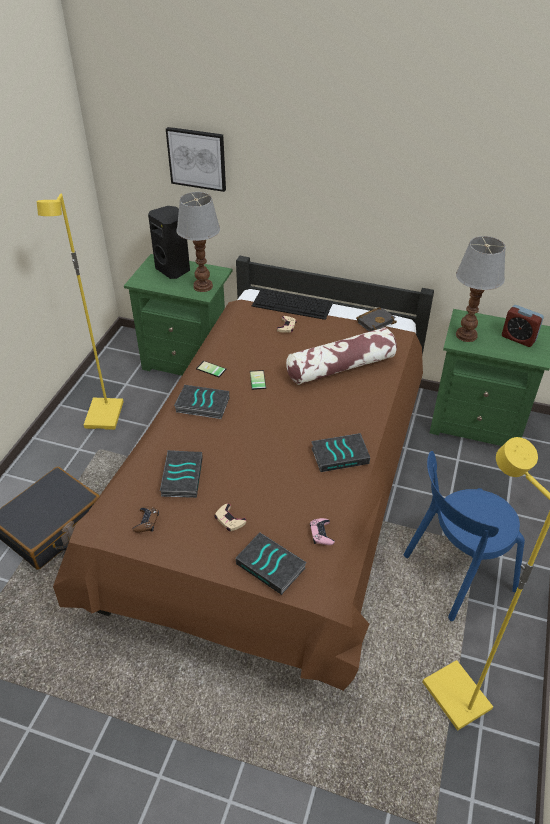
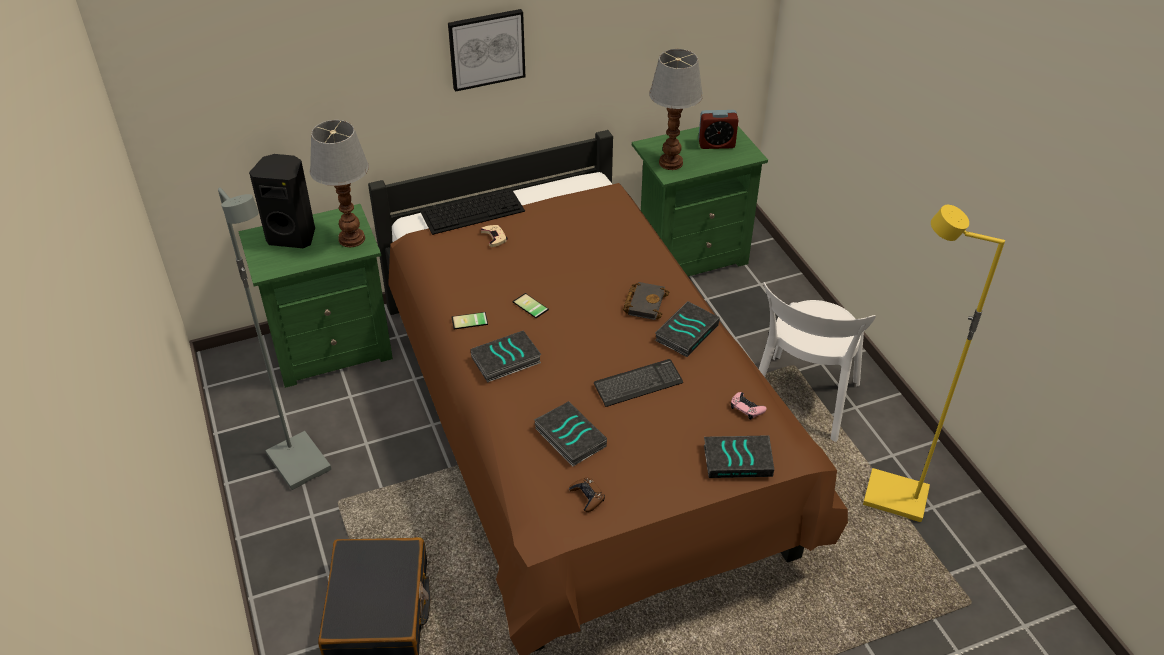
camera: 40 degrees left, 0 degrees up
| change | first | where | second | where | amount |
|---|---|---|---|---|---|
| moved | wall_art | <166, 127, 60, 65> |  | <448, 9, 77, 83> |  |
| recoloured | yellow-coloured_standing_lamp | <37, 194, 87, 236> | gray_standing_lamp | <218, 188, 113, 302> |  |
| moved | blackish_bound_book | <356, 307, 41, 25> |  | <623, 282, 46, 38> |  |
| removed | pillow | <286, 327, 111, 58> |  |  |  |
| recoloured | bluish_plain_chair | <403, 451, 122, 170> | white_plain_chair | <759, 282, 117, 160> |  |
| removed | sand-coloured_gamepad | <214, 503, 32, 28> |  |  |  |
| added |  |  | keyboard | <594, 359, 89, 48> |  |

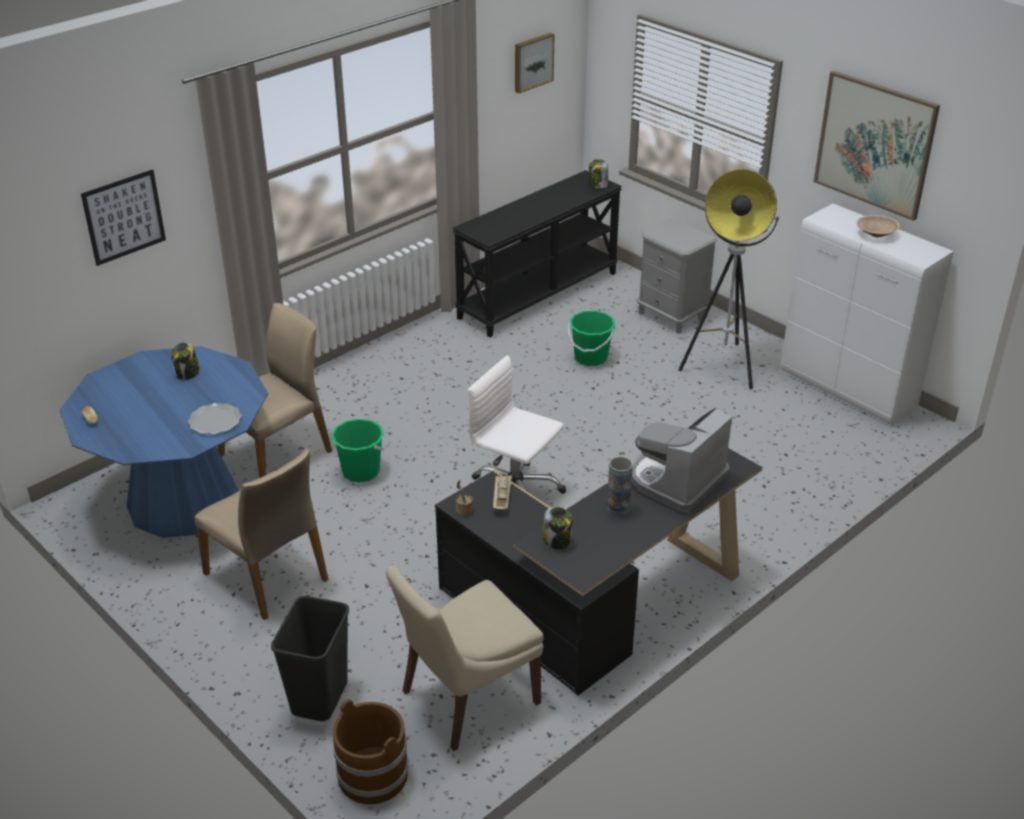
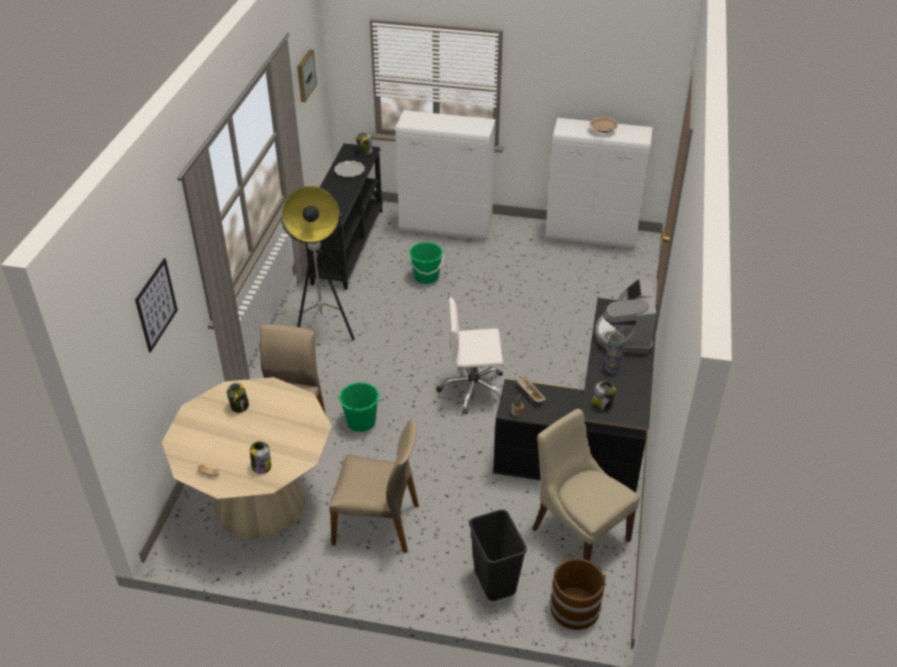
camera: 35 degrees left, 5 degrees up
| change | first | where | second | where | amount |
|---|---|---|---|---|---|
| removed | wall_art | <814, 71, 126, 150> |  |  |  |
| moved | standing_lamp | <678, 169, 101, 221> |  | <281, 186, 74, 154> |  |
| replaced | gray_bedside_table | <637, 218, 80, 115> | white_cabinet | <396, 110, 100, 130> |  |
| recoloured | bluish_dining_table | <59, 346, 209, 192> | sand-coloured_dining_table | <162, 377, 170, 163> |  |
| moved | plate | <188, 403, 54, 31> |  | <334, 161, 31, 16> |  |
| turned | sand-coloured_plain_chair | <386, 565, 157, 186> |  | <532, 409, 108, 152> | 120 degrees clockwise |
| added |  |  | jar | <250, 441, 21, 33> |  |

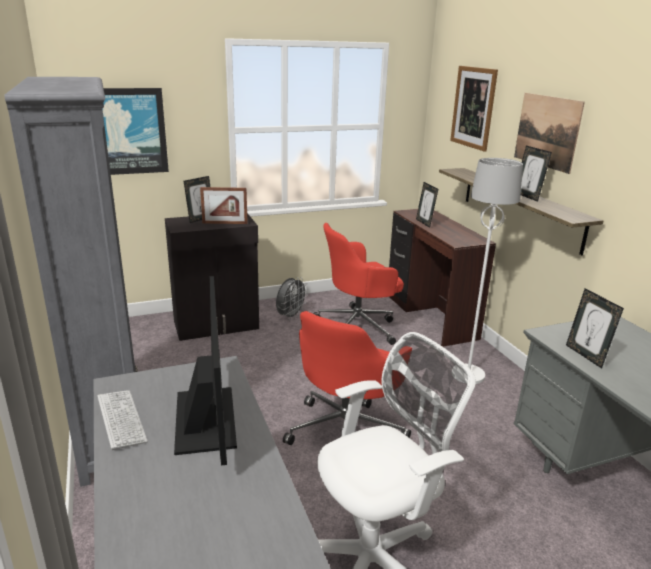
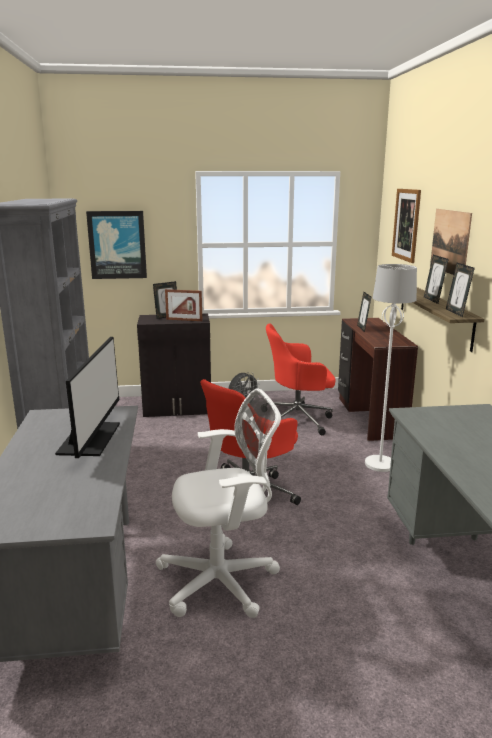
camera: 15 degrees right, 5 degrees down
| change | first | where | second | where | amount |
|---|---|---|---|---|---|
| moved | picture_frame | <566, 288, 58, 80> |  | <446, 263, 29, 54> |  |
| removed | keyboard | <97, 390, 51, 60> |  |  |  |

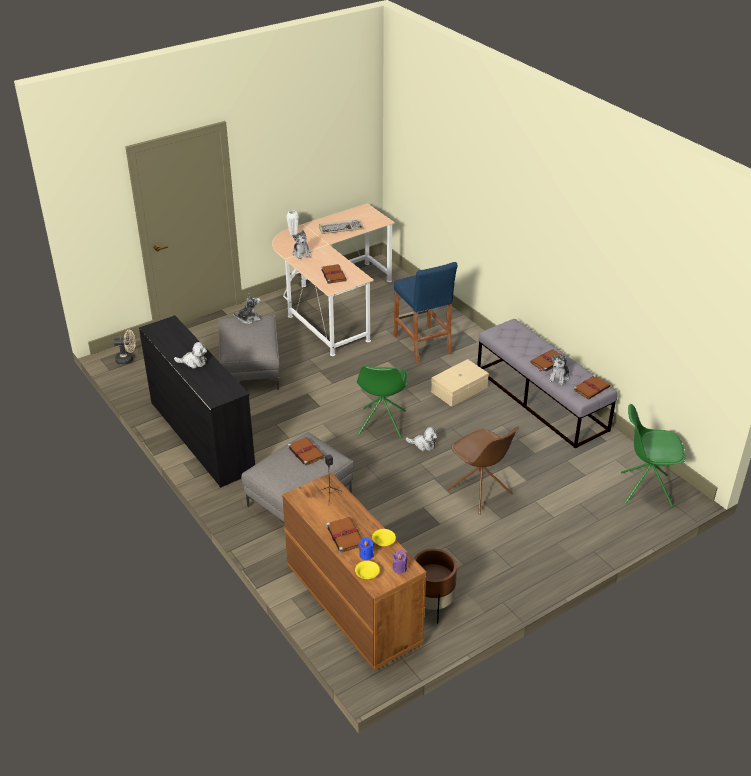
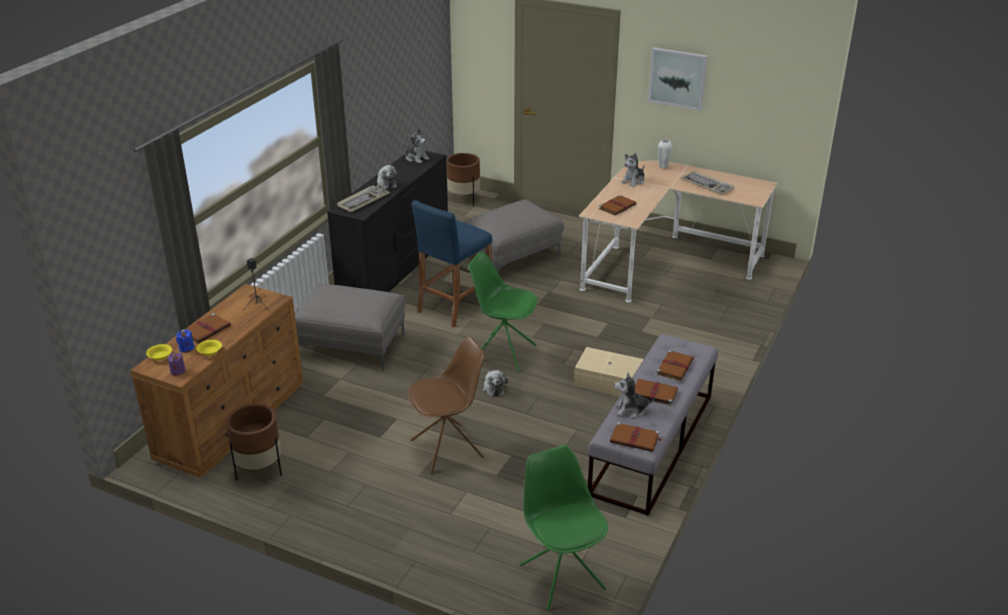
camera: 60 degrees right, 5 degrees down
| change | first | where | second | where | amount |
|---|---|---|---|---|---|
| moved | bluish_stool_seat | <394, 262, 64, 101> |  | <412, 200, 80, 127> |  |
| moved | cuddly_toy | <233, 293, 28, 31> |  | <403, 129, 26, 34> |  |
| replaced | sand-coloured_cooling_fan | <113, 330, 23, 35> | brown-coloured_flower_pot | <447, 153, 33, 54> |  |
| turned | green_plain_chair | <357, 366, 51, 72> |  | <468, 252, 69, 119> | 45 degrees clockwise |
| turned | brown-coloured_plain_chair | <447, 426, 72, 89> |  | <408, 337, 77, 136> | 135 degrees counterclockwise |
| moved | brown-coloured_bound_book | <288, 437, 37, 29> |  | <656, 350, 38, 31> |  |
| added |  |  | wall_art | <648, 47, 59, 64> |  |
| added |  |  | keyboard | <337, 185, 53, 27> |  |

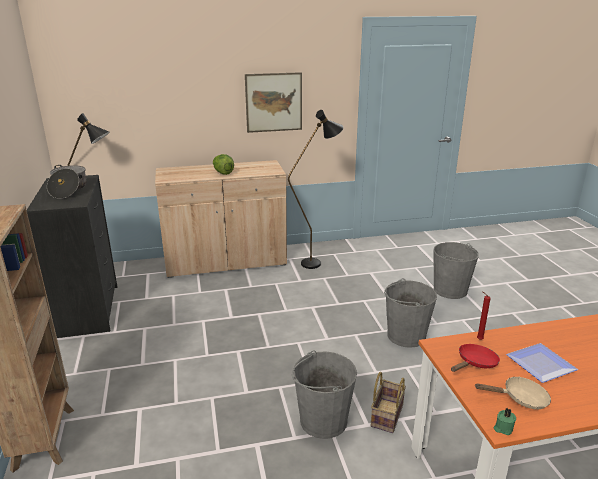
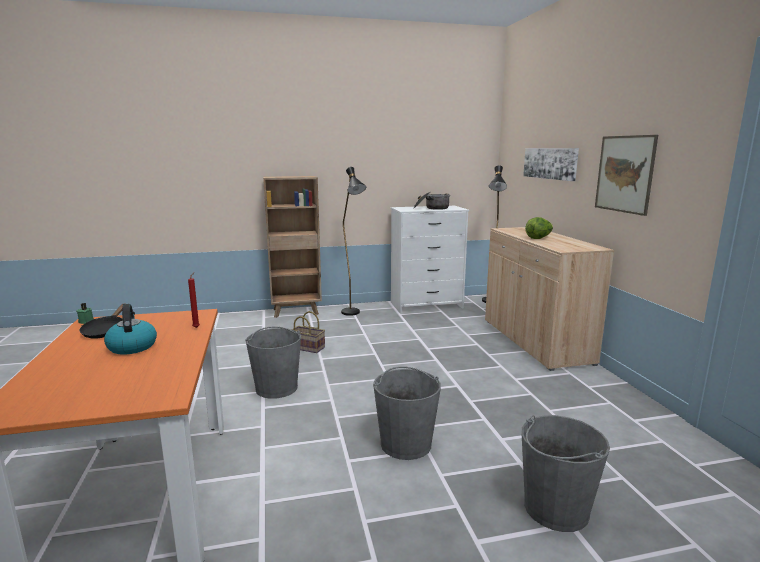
camera: 90 degrees right, 10 degrees down
| change | first | where | second | where | amount |
|---|---|---|---|---|---|
| moved | blackish_standing_lamp | <288, 110, 56, 159> |  | <341, 167, 25, 149> |  |
| recoloured | blackish_dresser | <27, 175, 90, 163> | white_dresser | <391, 206, 78, 107> |  |
| replaced | plate | <506, 343, 72, 40> | kettle | <104, 304, 53, 50> |  |
| removed | red_frying_pan | <451, 344, 49, 28> |  |  |  |
| moved | storage_basket | <371, 372, 35, 61> |  | <292, 311, 33, 42> |  |
| recoloured | sand-coloured_frying_pan | <475, 376, 76, 33> | blackish_frying_pan | <79, 303, 47, 36> |  |
| added |  |  | wall_art | <523, 148, 56, 33> |  |

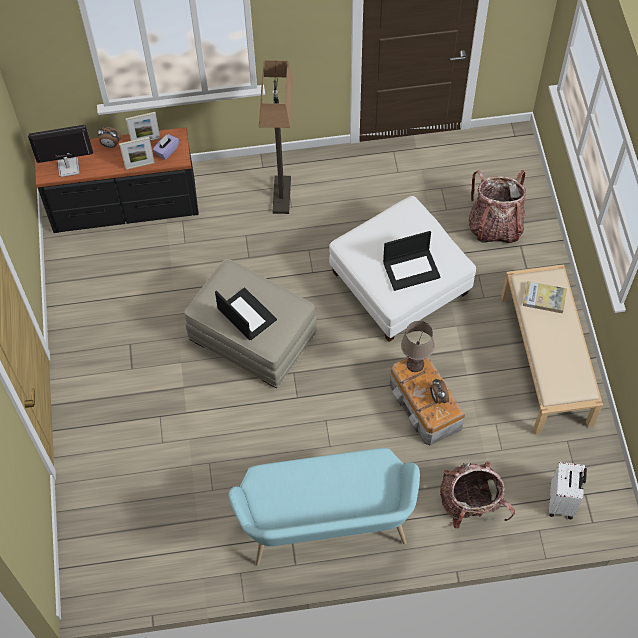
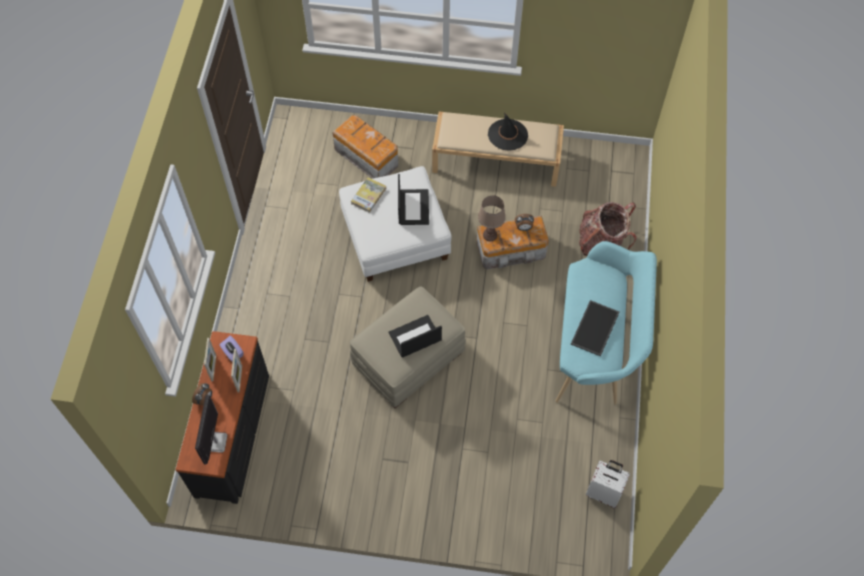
camera: 75 degrees left, 0 degrees up
| change | first | where | second | where | amount |
|---|---|---|---|---|---|
| removed | standing_lamp | <259, 60, 34, 154> |  |  |  |
| replaced | knapsack | <469, 170, 57, 73> | storage_box | <332, 115, 66, 64> |  |
| moved | bound_book | <523, 281, 44, 32> |  | <351, 177, 35, 36> |  |
| moved | white_piece_of_luggage | <549, 461, 38, 58> |  | <586, 460, 44, 48> |  |
| added |  |  | blackish_clothing_hat | <488, 112, 40, 39> |  |
| added |  |  | carrying_tray | <571, 300, 49, 57> |  |

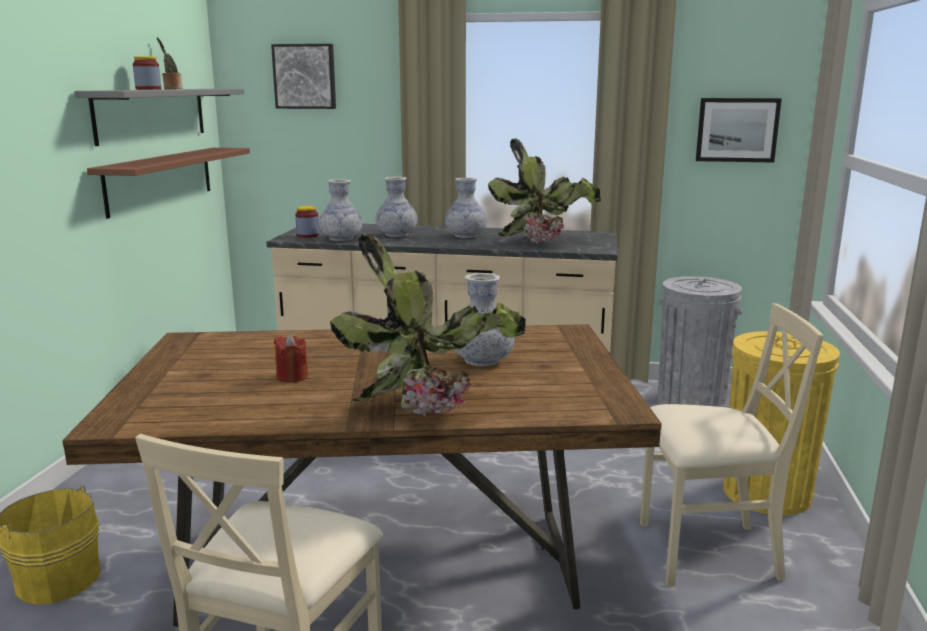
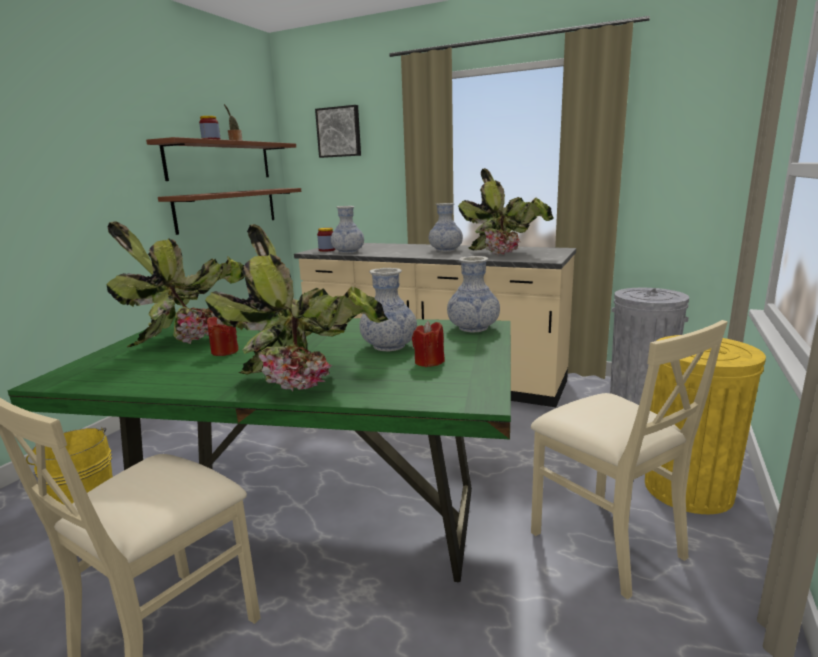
camera: 15 degrees right, 0 degrees up
| change | first | where | second | where | amount |
|---|---|---|---|---|---|
| recoloured | gray_bracket_shelf | <74, 89, 170, 57> | brown-coloured_bracket_shelf | <146, 137, 150, 44> |  |
| removed | wall_art | <696, 98, 86, 65> |  |  |  |
| moved | flower_vase | <375, 177, 42, 60> |  | <447, 256, 53, 76> |  |
| turned | sand-coloured_plain_chair | <640, 303, 184, 284> |  | <531, 320, 197, 279> | 45 degrees clockwise |
| recoloured | brown-coloured_dining_table | <62, 324, 600, 303> | green_dining_table | <7, 317, 504, 265> |  |
| added |  |  | plant_in_a_pot | <107, 221, 138, 126> |  |
| added |  |  | red_wax_candle | <412, 321, 33, 46> |  |

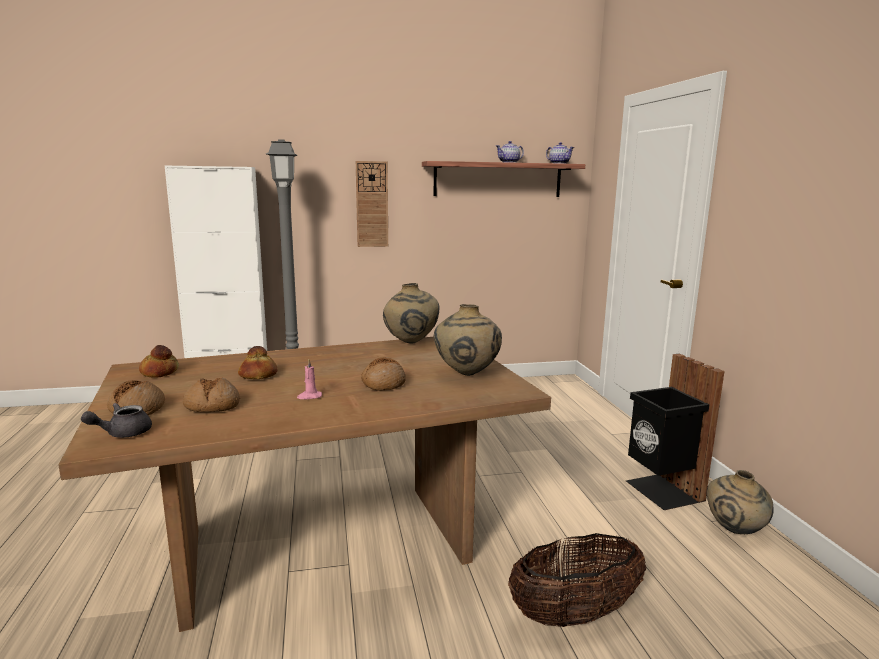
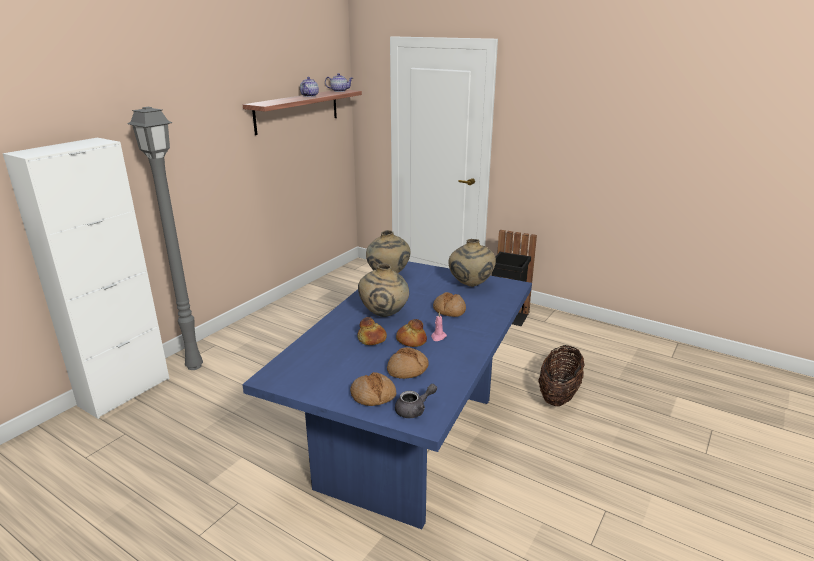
camera: 45 degrees left, 10 degrees up
| change | first | where | second | where | amount |
|---|---|---|---|---|---|
| removed | wall_clock | <356, 161, 32, 86> |  |  |  |
| recoloured | brown-coloured_dining_table | <58, 337, 493, 295> | bluish_dining_table | <242, 261, 290, 268> |  |
| moved | bakery_bread | <139, 345, 40, 32> |  | <396, 319, 31, 28> |  |
| turned | gray_teapot | <81, 403, 71, 35> |  | <395, 384, 42, 34> | 120 degrees counterclockwise |
| moved | sand-coloured_flower_vase | <707, 470, 66, 64> |  | <358, 263, 51, 54> |  |

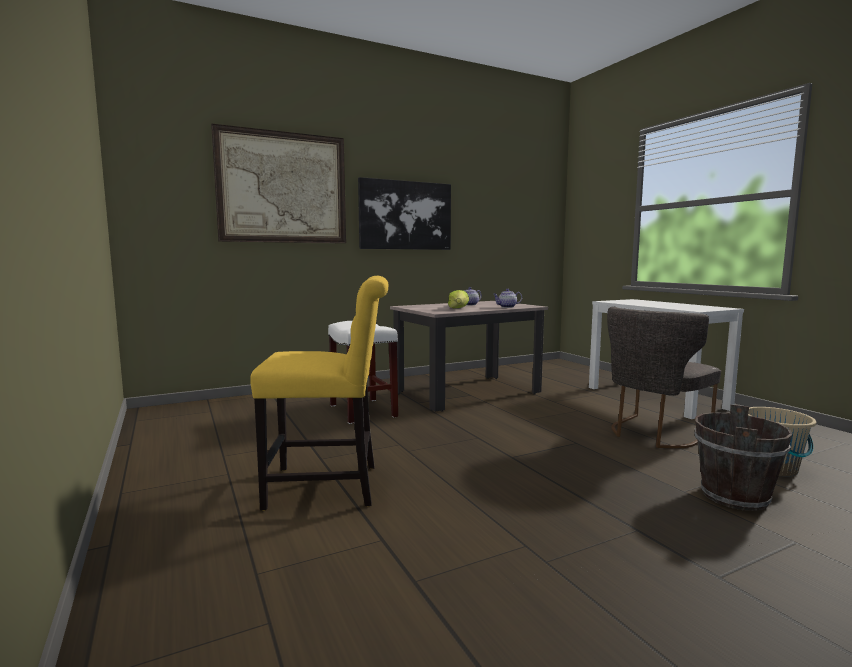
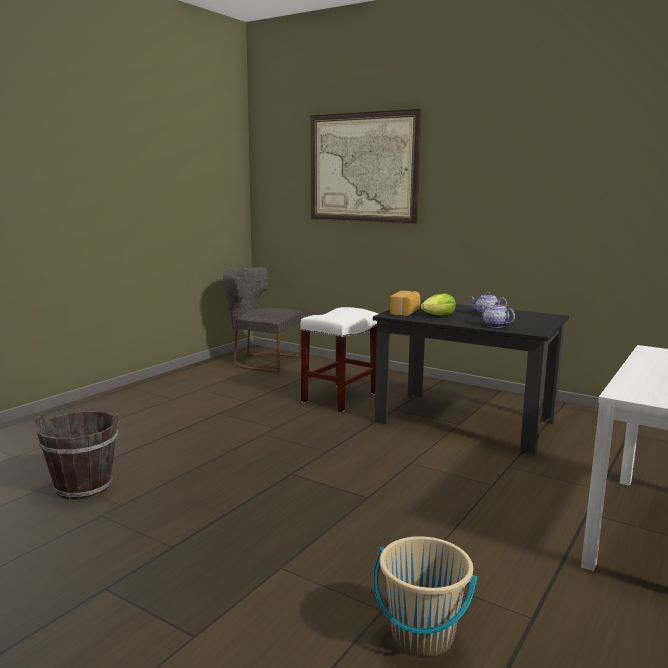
camera: 60 degrees right, 5 degrees up
| change | first | where | second | where | amount |
|---|---|---|---|---|---|
| removed | wall_art | <358, 177, 93, 73> |  |  |  |
| removed | yellow-coloured_plain_chair | <250, 276, 139, 235> |  |  |  |
| recoloured | sand-coloured_dining_table | <390, 301, 158, 111> | blackish_dining_table | <373, 301, 196, 153> |  |
| moved | gray_plain_chair | <607, 307, 114, 141> |  | <223, 267, 80, 106> |  |
| moved | brown-coloured_water_bucket | <695, 404, 98, 107> |  | <35, 411, 83, 89> |  |
| added |  |  | bakery_bread | <390, 291, 31, 25> |  |

